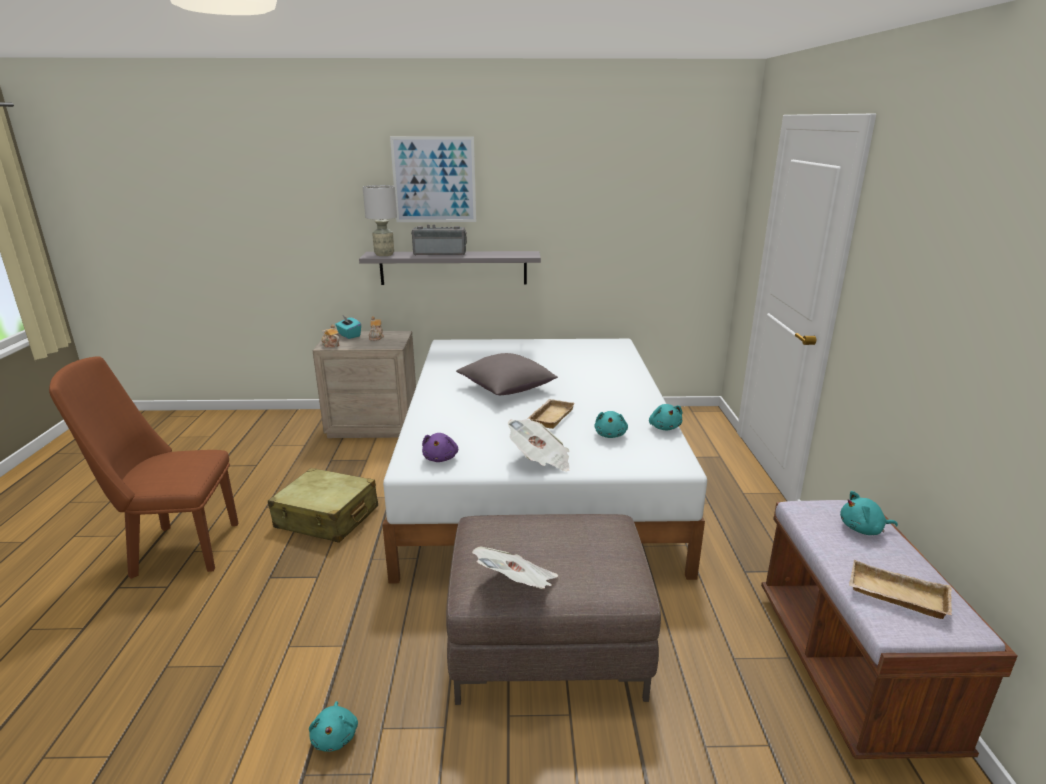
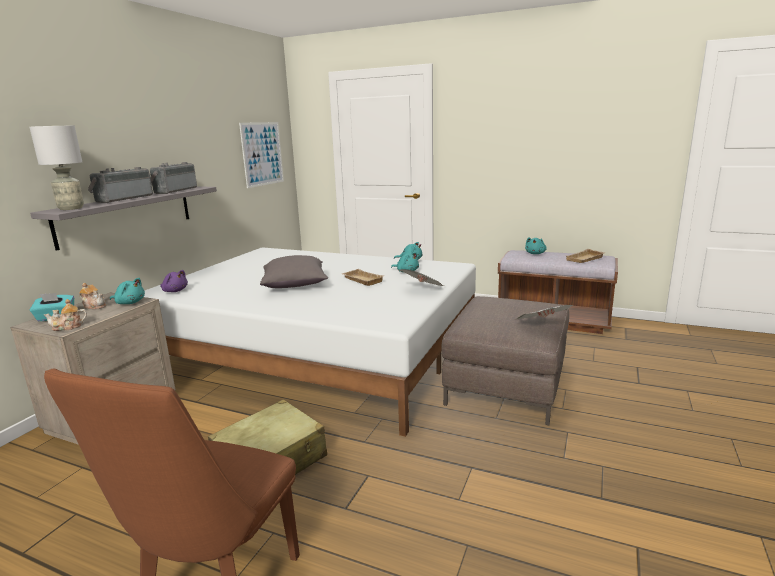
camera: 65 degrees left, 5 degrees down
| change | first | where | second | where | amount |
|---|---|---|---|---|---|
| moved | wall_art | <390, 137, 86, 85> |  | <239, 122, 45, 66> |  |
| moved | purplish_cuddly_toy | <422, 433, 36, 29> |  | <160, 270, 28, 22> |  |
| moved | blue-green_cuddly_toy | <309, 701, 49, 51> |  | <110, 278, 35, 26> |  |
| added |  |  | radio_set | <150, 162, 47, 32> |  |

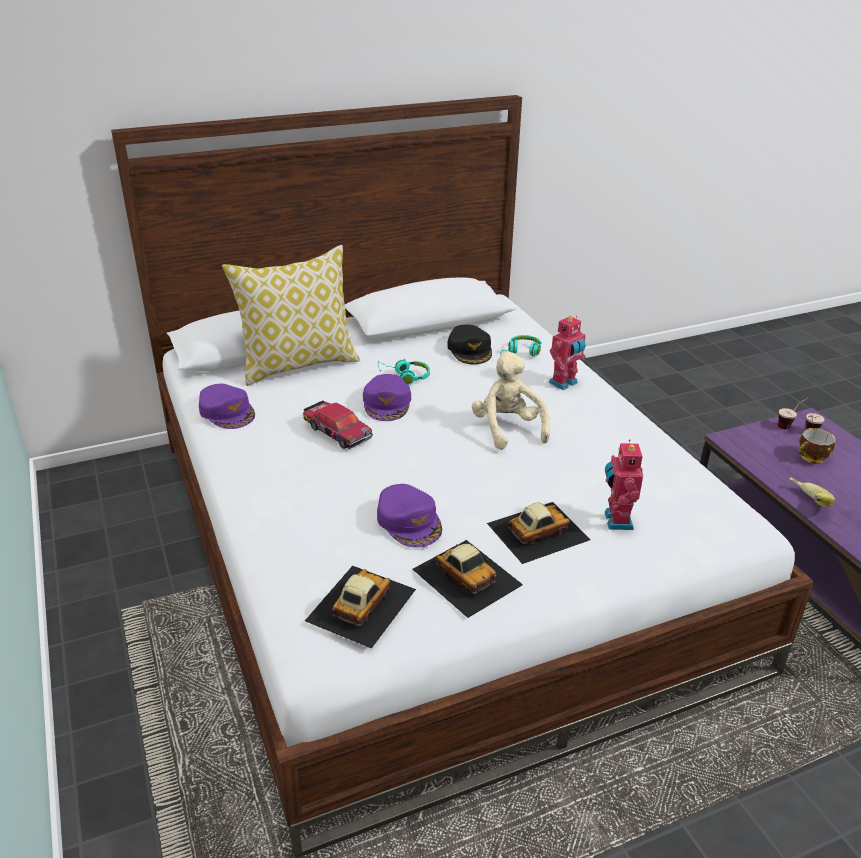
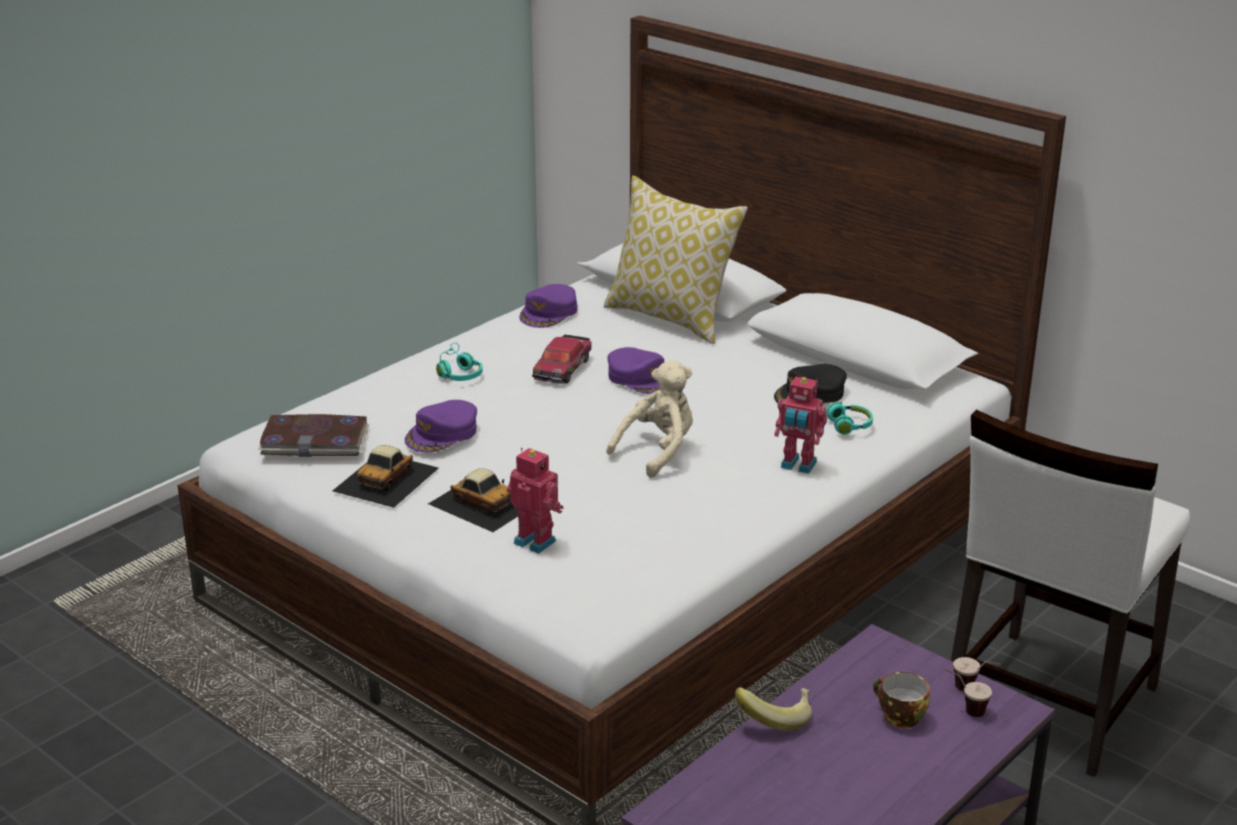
camera: 65 degrees right, 5 degrees down
| change | first | where | second | where | amount |
|---|---|---|---|---|---|
| moved | blue-green_pair_of_headphones | <378, 359, 52, 26> |  | <436, 343, 47, 38> |  |
| turned | purplish_baseball_cap | <363, 374, 48, 47> |  | <607, 347, 57, 47> | 105 degrees counterclockwise |
| turned | toy_robot | <605, 439, 38, 91> |  | <507, 448, 57, 106> | 60 degrees clockwise |
| replaced | model_car | <305, 566, 111, 83> | bound_book | <258, 414, 111, 43> |  |
| added |  |  | white_plain_chair | <951, 410, 239, 367> |  |

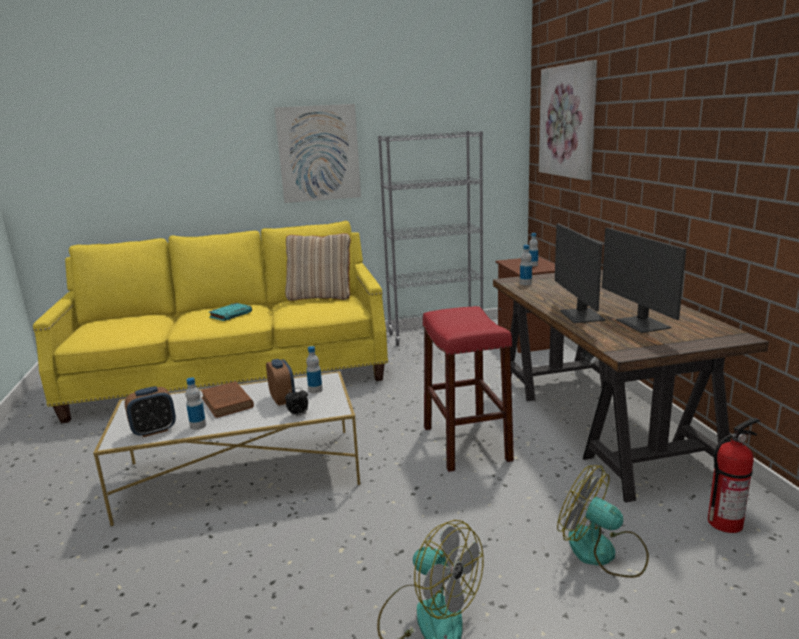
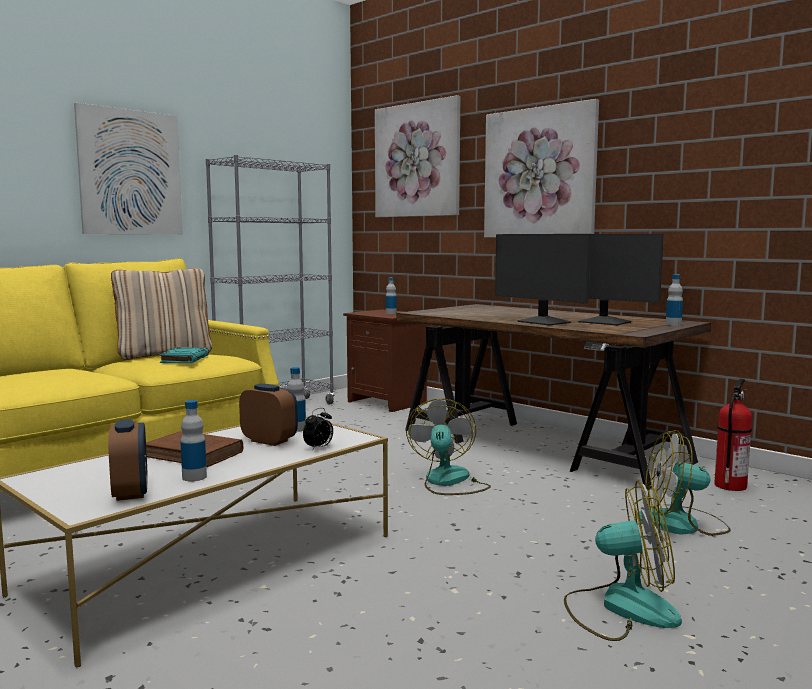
camera: 35 degrees left, 10 degrees down
| change | first | where | second | where | amount |
|---|---|---|---|---|---|
| moved | bottle | <520, 245, 12, 40> |  | <666, 275, 17, 51> |  |
| moved | blue-green_bound_book | <209, 303, 43, 18> |  | <159, 347, 50, 16> |  |
| replaced | red_stool_seat | <422, 306, 92, 166> | cooling_fan | <406, 398, 85, 97> |  |
| turned | alarm_clock | <125, 386, 51, 51> |  | <108, 419, 40, 82> | 45 degrees counterclockwise |
| added |  |  | wall_art | <484, 99, 115, 138> |  |

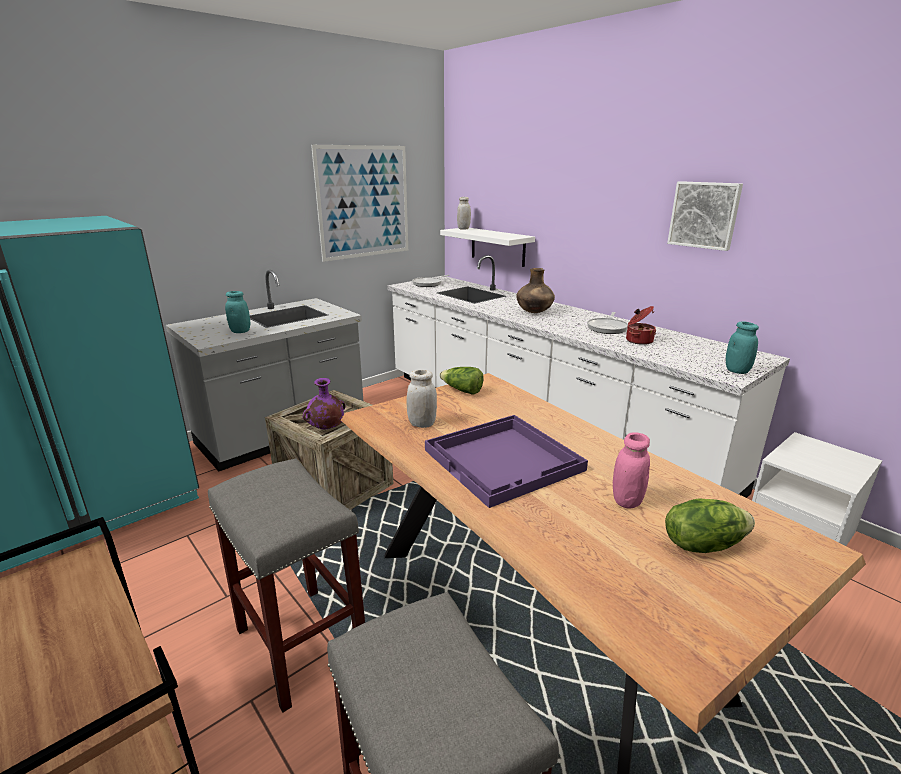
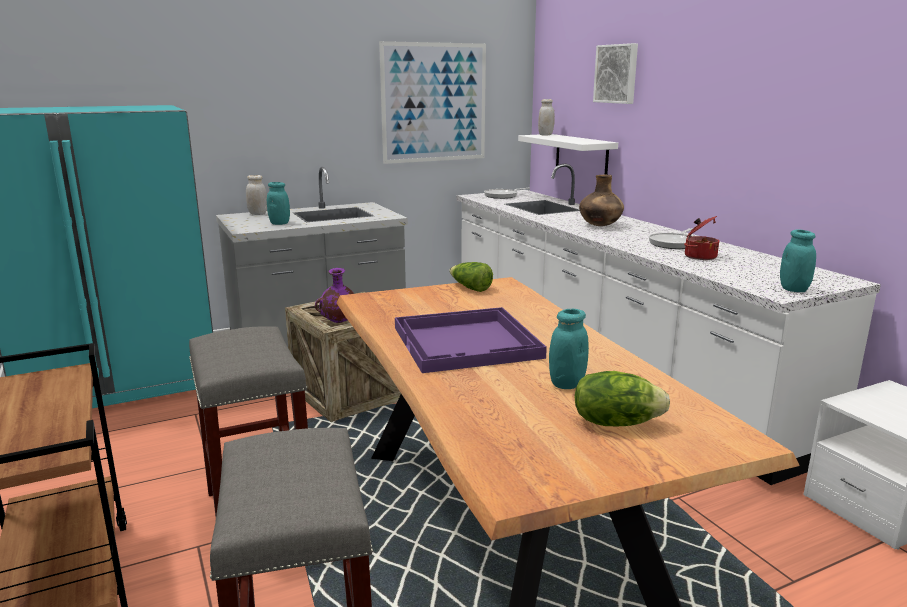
camera: 15 degrees right, 5 degrees down
| change | first | where | second | where | amount |
|---|---|---|---|---|---|
| moved | wall_art | <667, 181, 76, 70> |  | <593, 43, 45, 61> |  |
| moved | white_jar | <406, 370, 31, 58> |  | <246, 175, 21, 40> |  |
| recoloured | pink-coloured_jar | <613, 432, 37, 76> | blue-green_jar | <549, 309, 40, 80> |  |

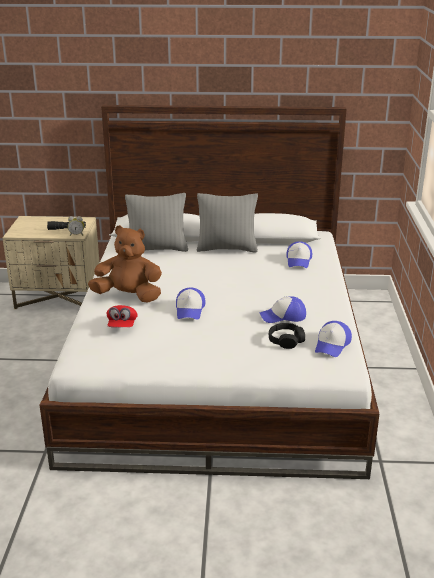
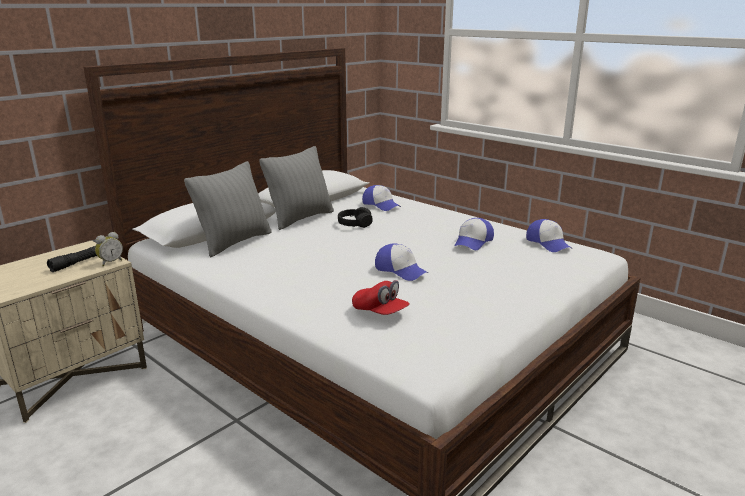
camera: 50 degrees left, 5 degrees down
| change | first | where | second | where | amount |
|---|---|---|---|---|---|
| removed | brown-coloured_cuddly_toy | <88, 225, 74, 77> |  |  |  |
| moved | blackish_pair_of_headphones | <269, 323, 36, 26> |  | <338, 207, 35, 21> |  |

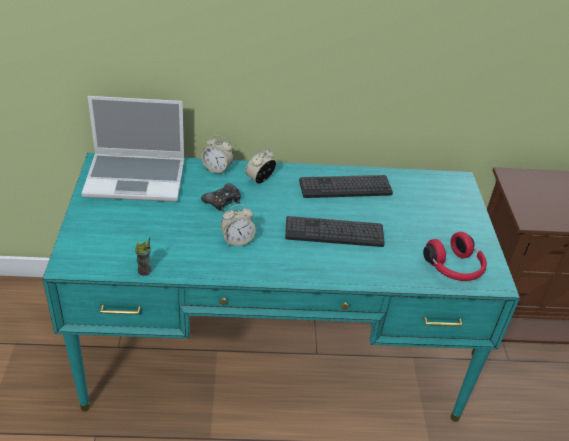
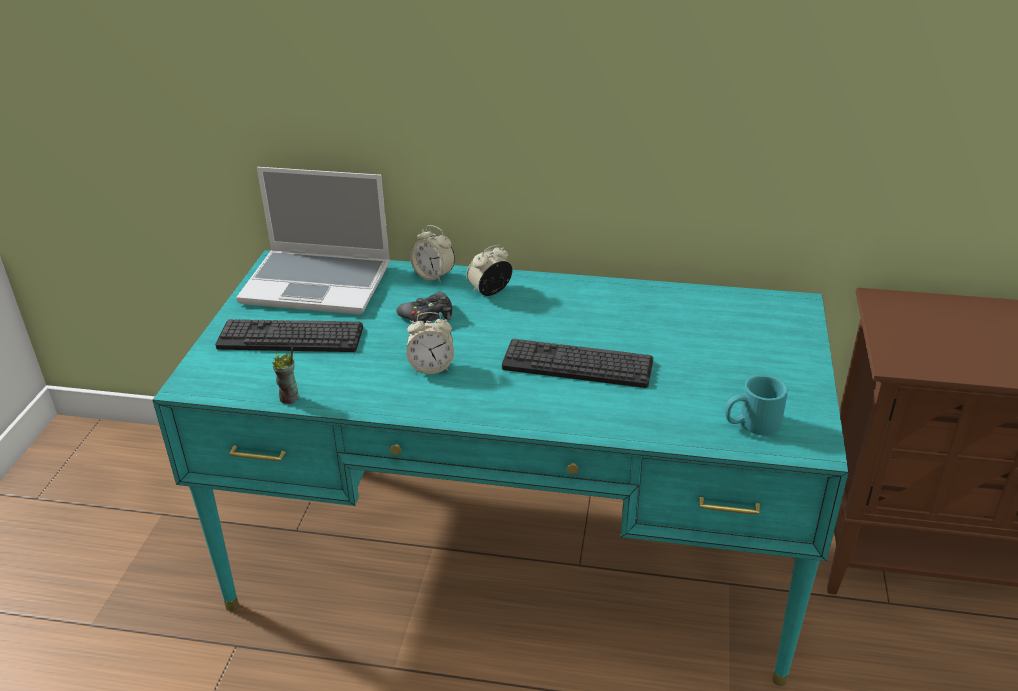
camera: 15 degrees right, 5 degrees down
| change | first | where | second | where | amount |
|---|---|---|---|---|---|
| moved | keyboard | <299, 175, 94, 23> |  | <215, 319, 148, 33> |  |
| replaced | red_pair_of_headphones | <423, 232, 64, 49> | blue-green_coffee_mug | <725, 375, 63, 60> |  |

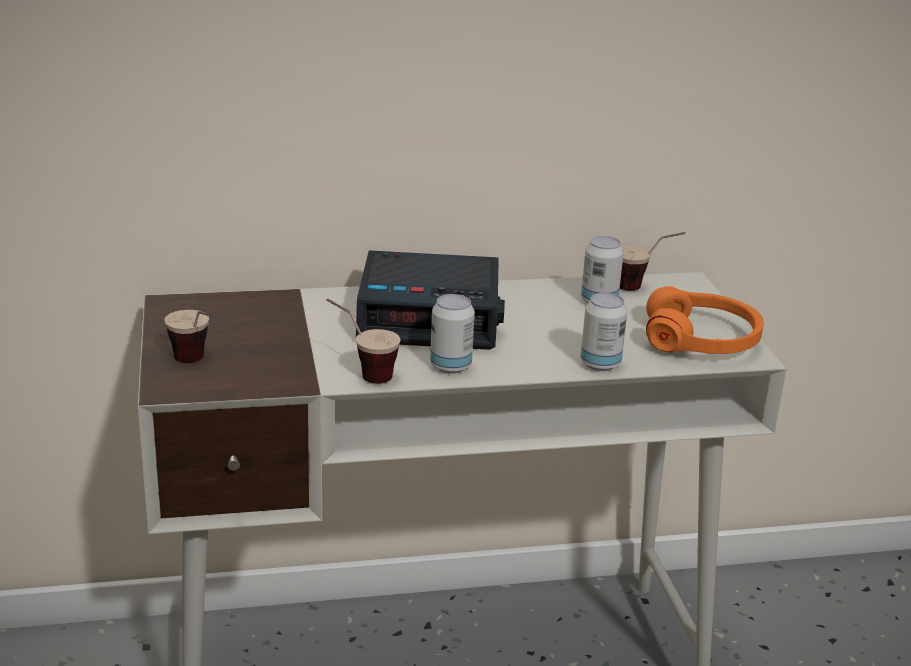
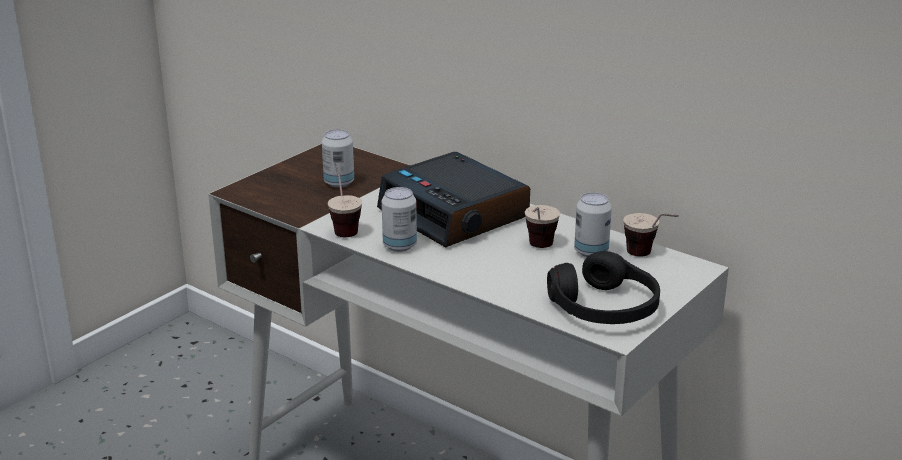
camera: 50 degrees right, 0 degrees up
| change | first | where | second | where | amount |
|---|---|---|---|---|---|
| recoloured | orange_pair_of_headphones | <646, 286, 118, 68> | blackish_pair_of_headphones | <547, 251, 113, 73> |  |
| moved | metal_can | <580, 293, 47, 78> |  | <322, 129, 32, 59> |  |
| moved | cup | <164, 310, 47, 53> |  | <525, 205, 35, 43> |  |

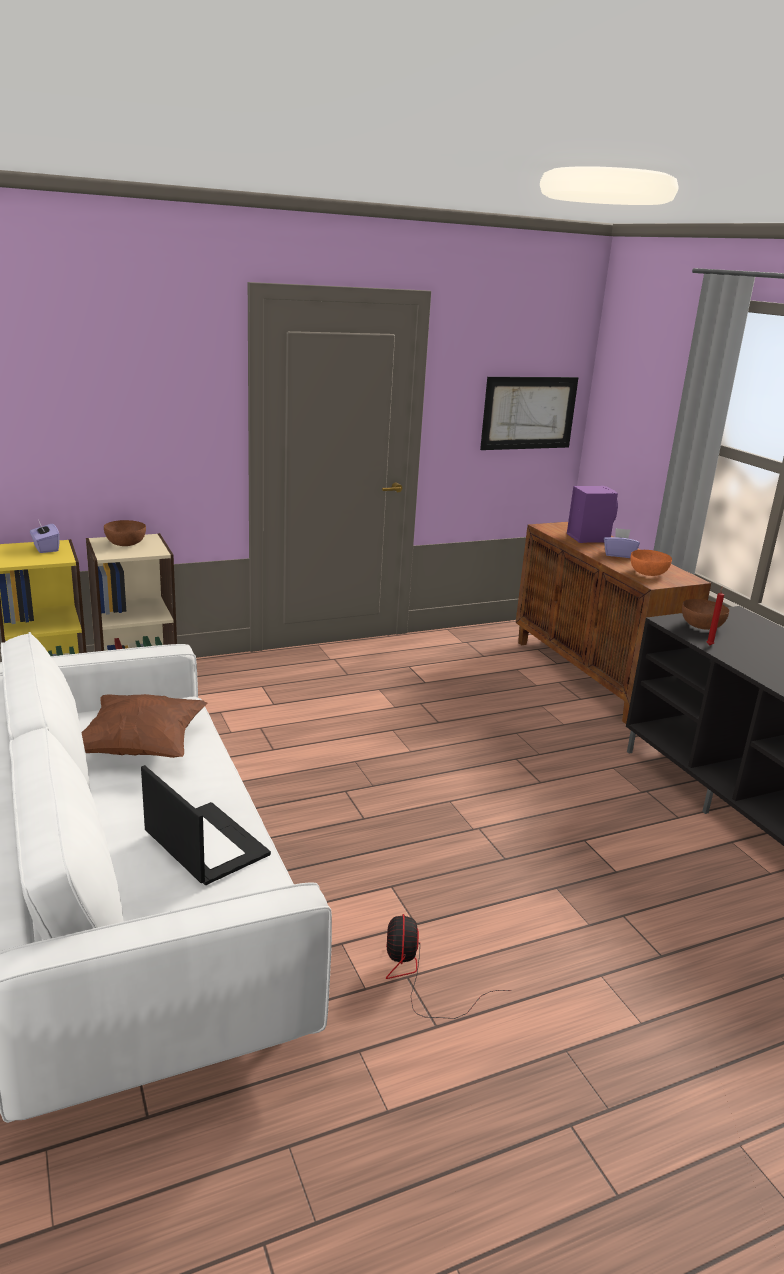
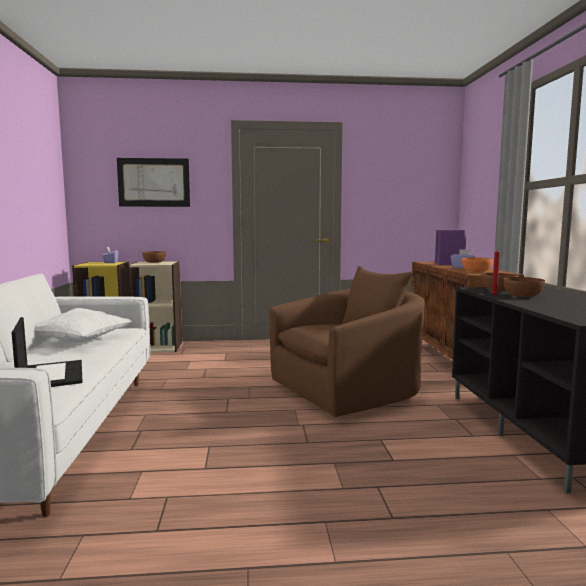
camera: 20 degrees right, 15 degrees down
| change | first | where | second | where | amount |
|---|---|---|---|---|---|
| moved | wall_art | <480, 377, 98, 73> |  | <117, 158, 73, 49> |  |
| recoloured | brown-coloured_pillow | <81, 694, 126, 64> | white_pillow | <34, 308, 98, 34> |  |
| removed | cooling_fan | <386, 914, 125, 105> |  |  |  |
| added |  |  | brown-coloured_lounge_chair | <269, 266, 156, 151> |  |
| added |  |  | brown-coloured_serving_bowl | <503, 277, 42, 20> |  |

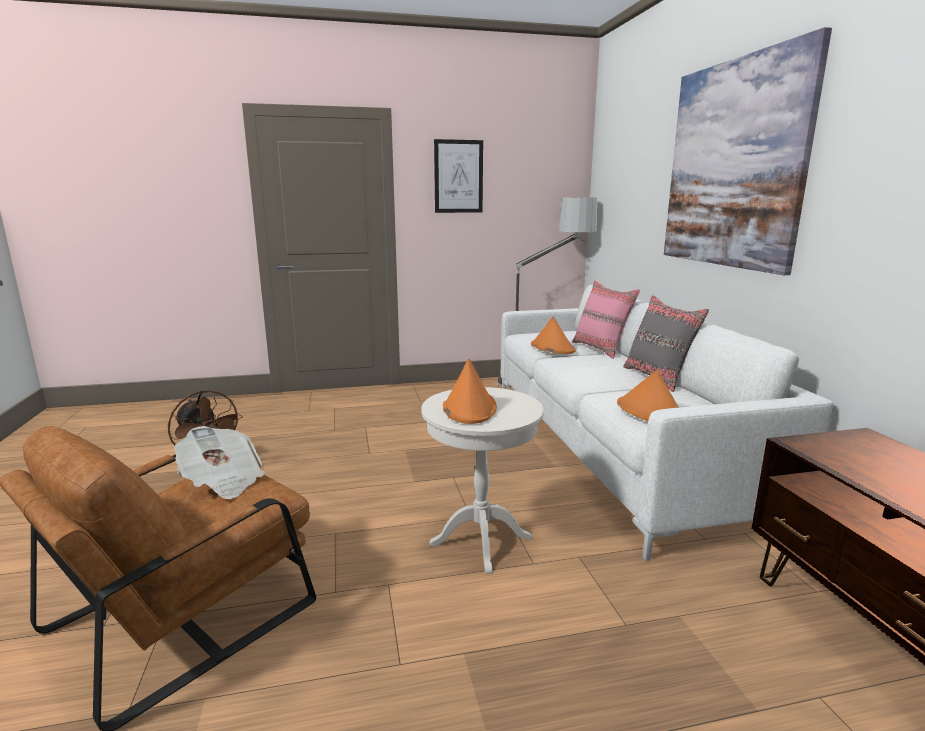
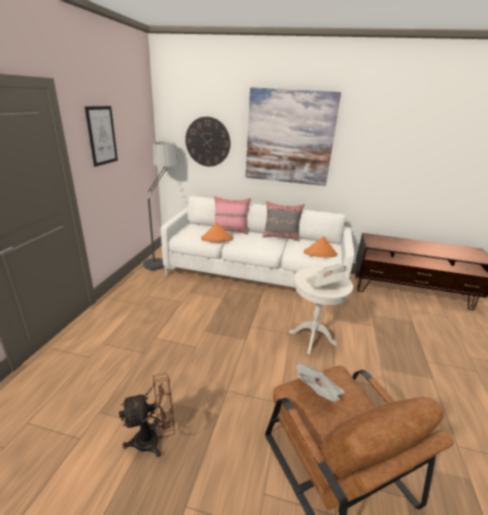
camera: 65 degrees left, 10 degrees up
| change | first | where | second | where | amount |
|---|---|---|---|---|---|
| replaced | orange_clothing_hat | <443, 359, 54, 65> | daily_paper | <306, 264, 42, 24> |  |
| added |  |  | wall_clock | <185, 117, 46, 50> |  |

